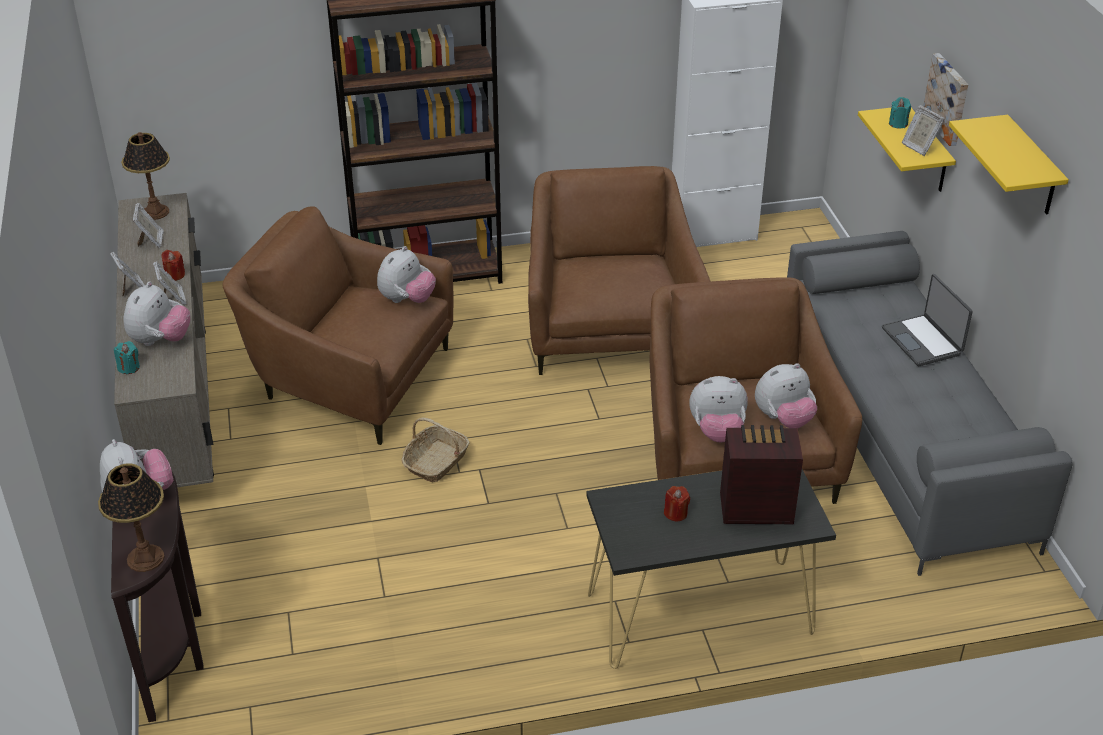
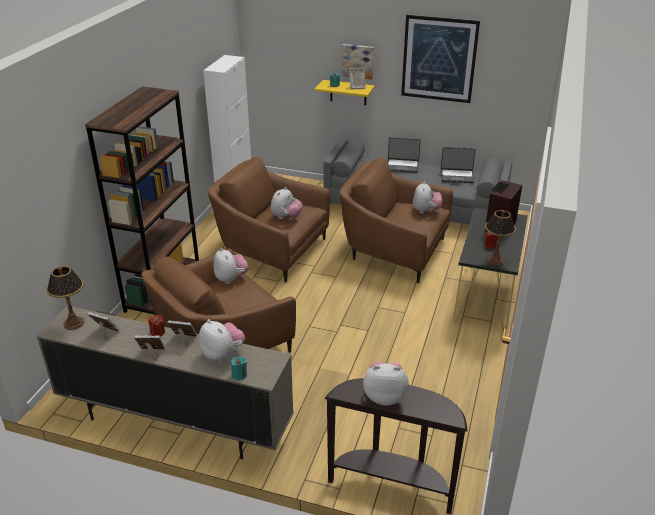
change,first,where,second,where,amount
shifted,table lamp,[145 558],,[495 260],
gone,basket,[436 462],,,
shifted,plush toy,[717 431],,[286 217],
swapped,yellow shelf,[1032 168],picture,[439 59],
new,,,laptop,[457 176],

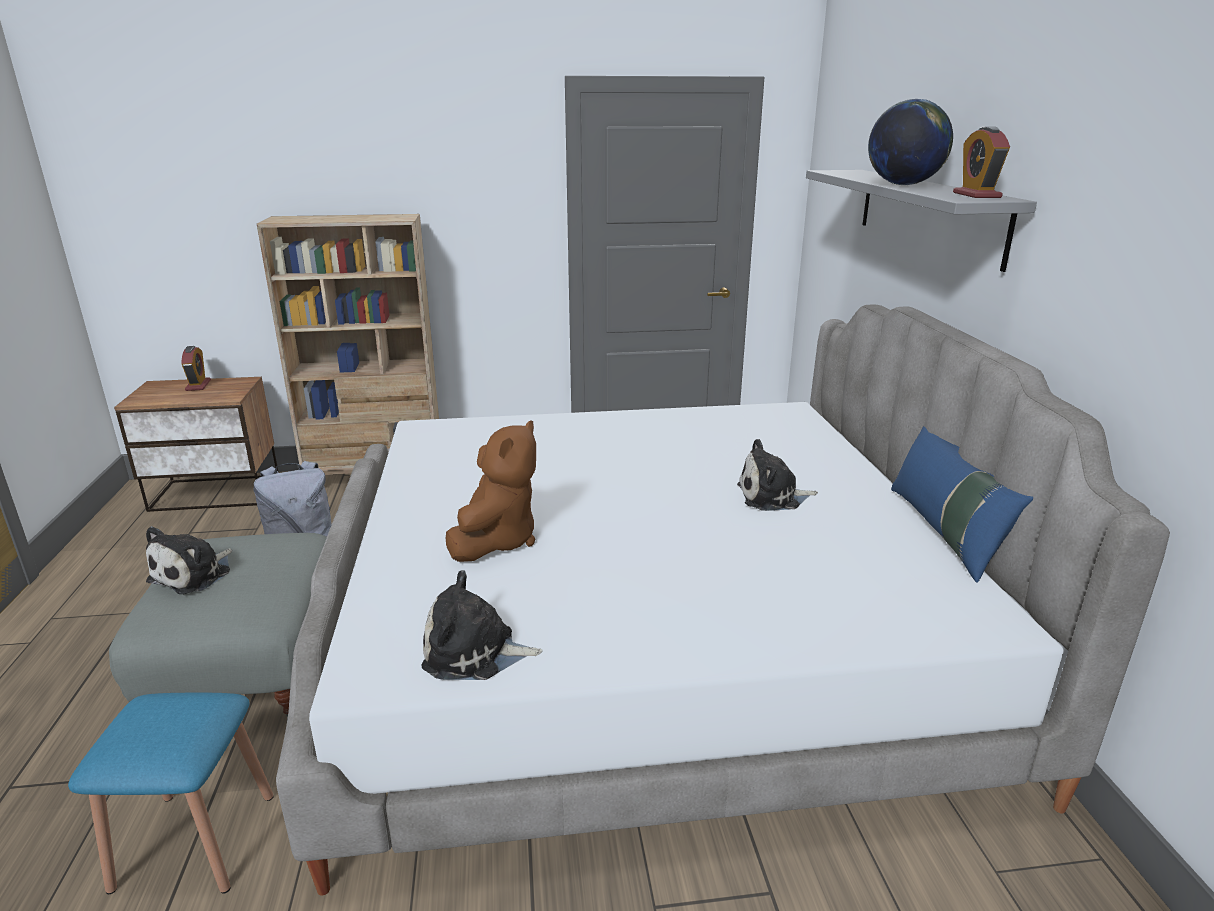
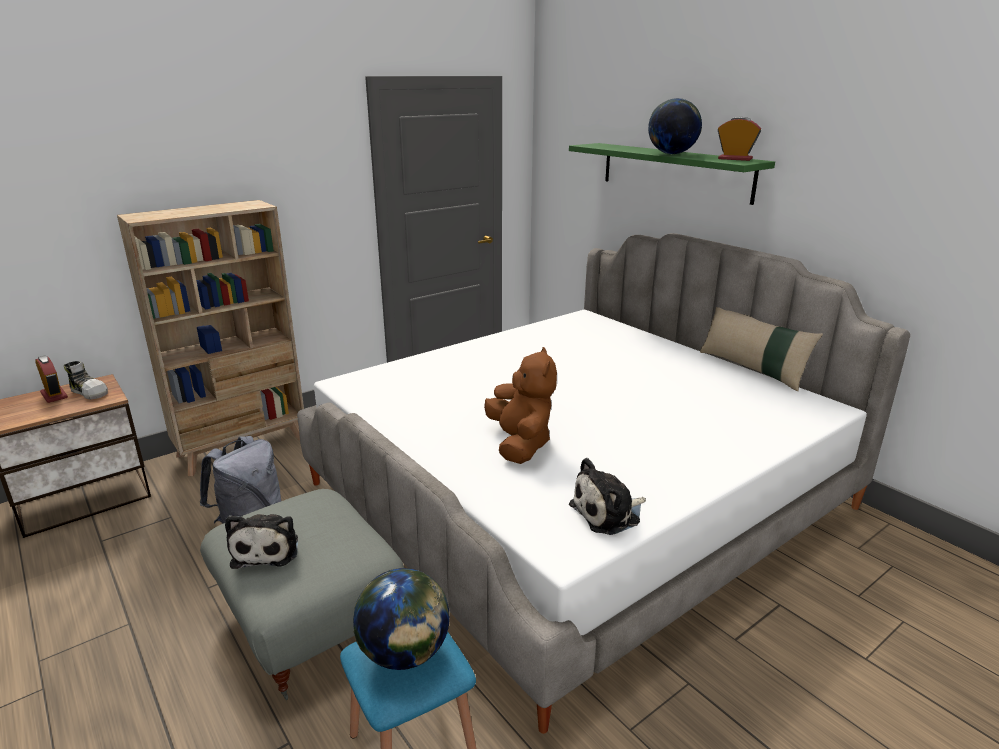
change,first,where,second,where,amount
gone,plush toy,[772 497],,,
repainted,grey shelf,[928 214],green shelf,[674 171],
repainted,blue pillow,[945 532],beige pillow,[752 369],
rotated,alarm clock,[976 195],,[735 159],150 degrees clockwise
new,,,shoe,[89 391],
new,,,globe,[404 654],

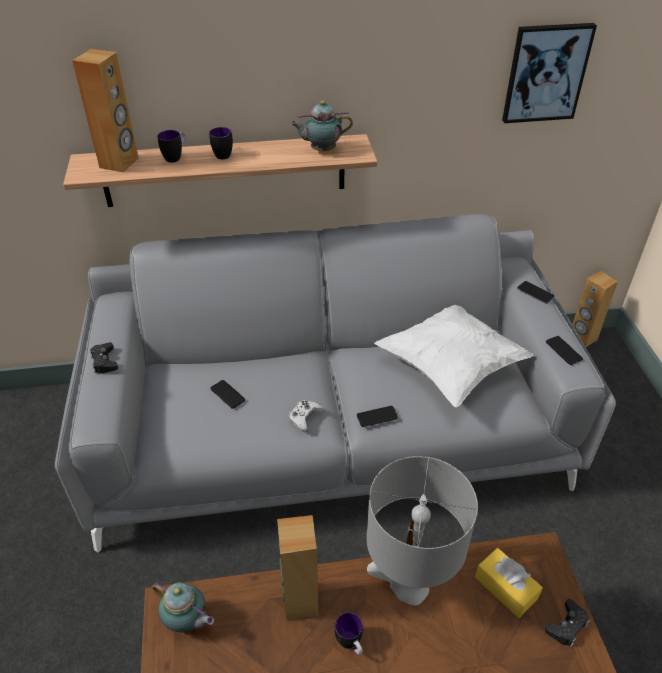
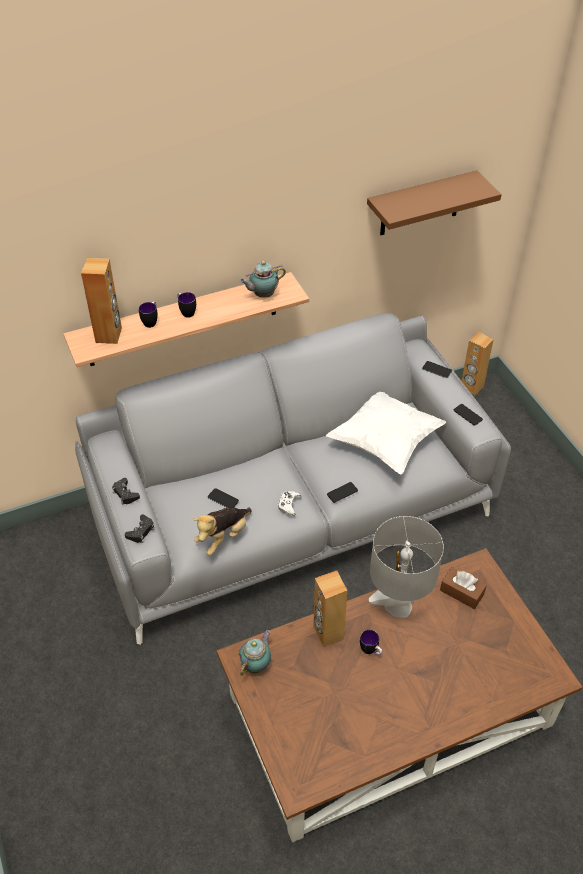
change,first,where,second,where,amount
rotated,teapot,[188 622],,[256 664],75 degrees counterclockwise
repainted,yellow tissue box,[505 588],brown tissue box,[461 592],
swapped,picture,[546 73],brown shelf,[420 204],
shifted,black game controller,[567 626],,[141 531],
new,,,plush toy,[223 537],

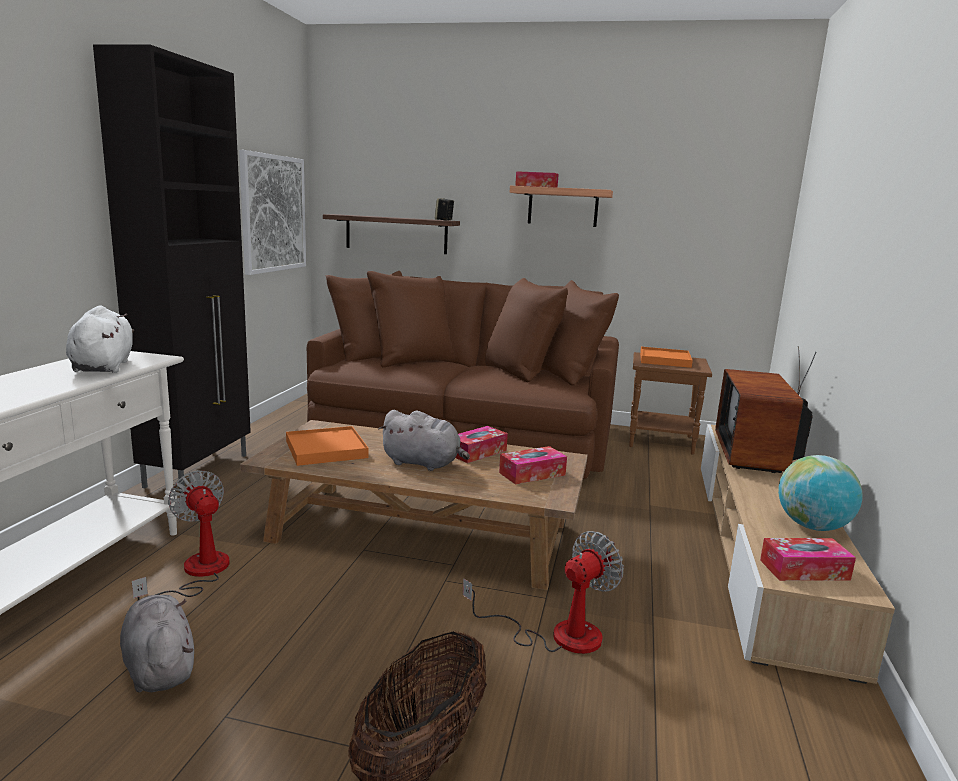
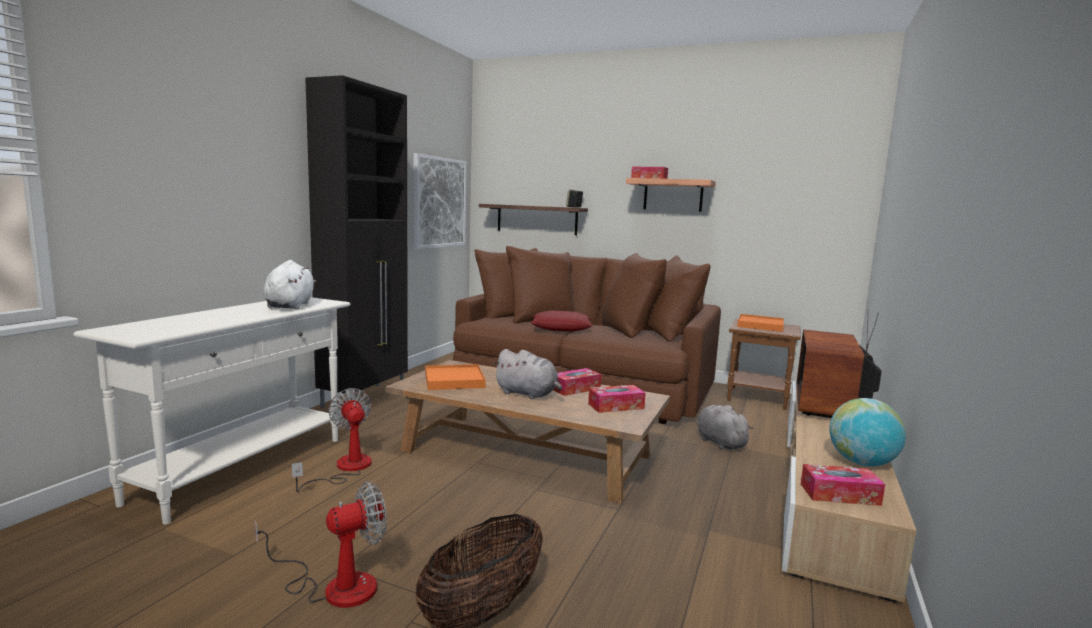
change,first,where,second,where,amount
shifted,grey plush toy,[159 666],,[719 442],
shifted,fan,[558 635],,[335 586],
new,,,red pillow,[561 327],

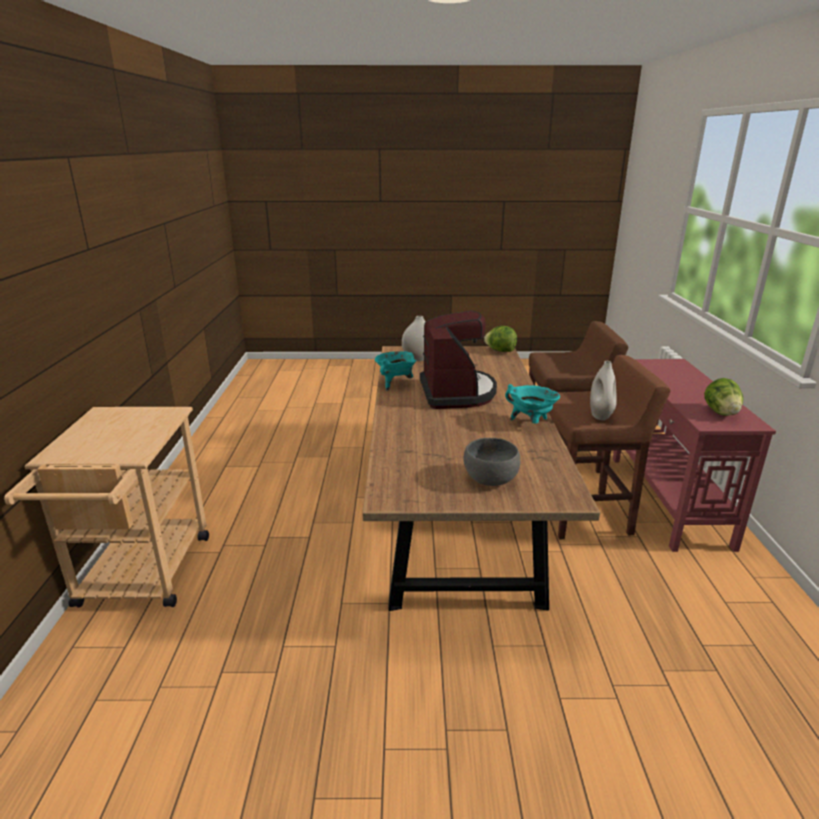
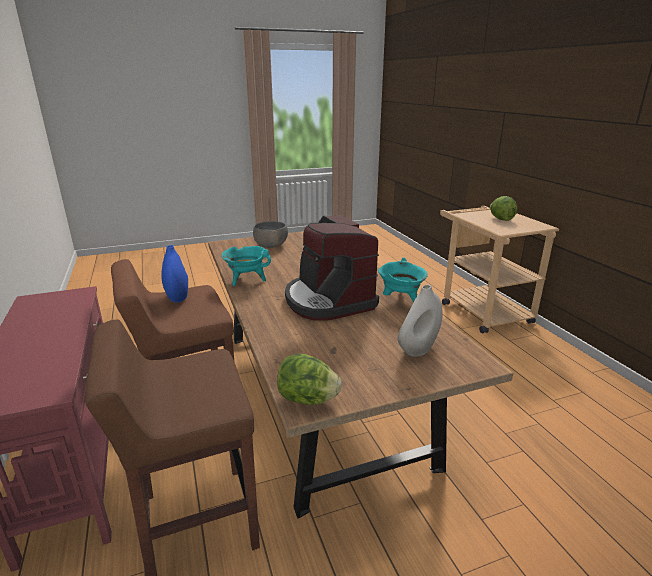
change,first,where,second,where,amount
repainted,white vase,[600 415],blue vase,[178 297],
shifted,lettuce,[721 413],,[501 219],

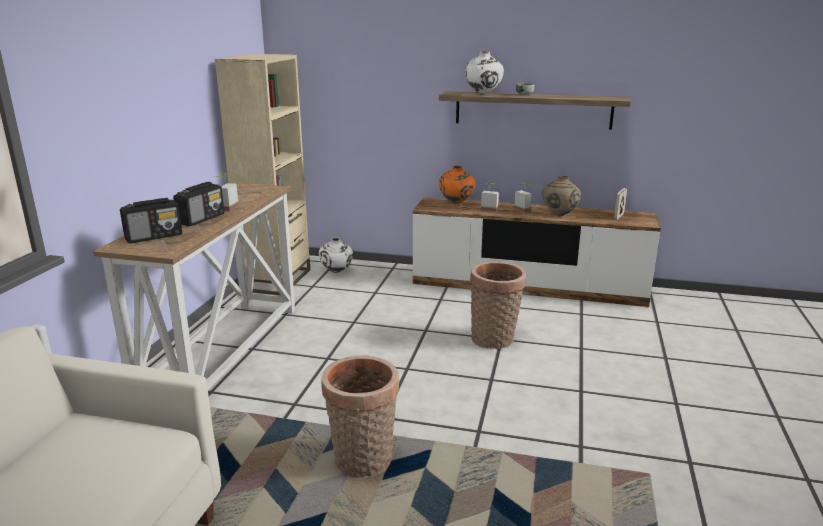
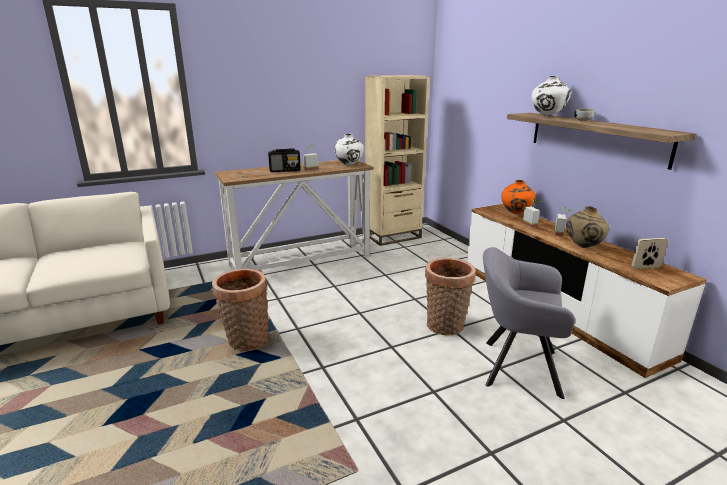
change,first,where,second,where,amount
gone,radio,[154 237],,,
shifted,white vase,[337 272],,[349 165],
new,,,grey armchair,[515 366],

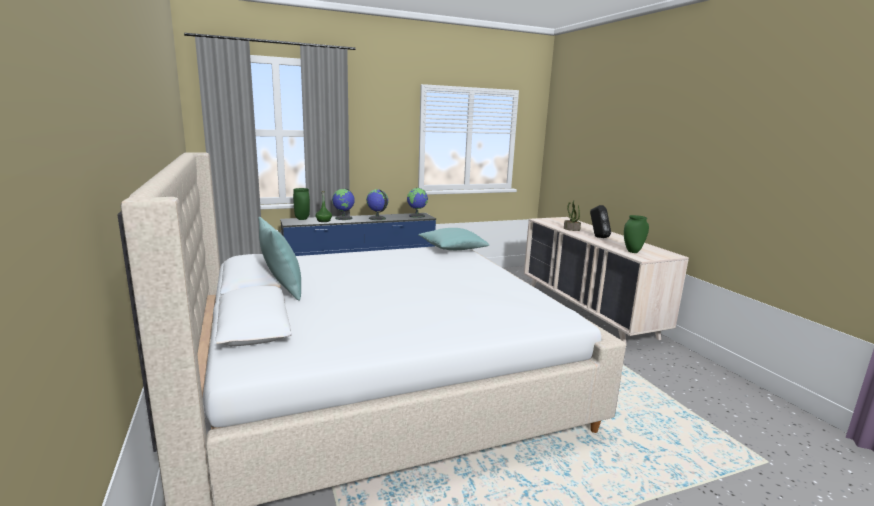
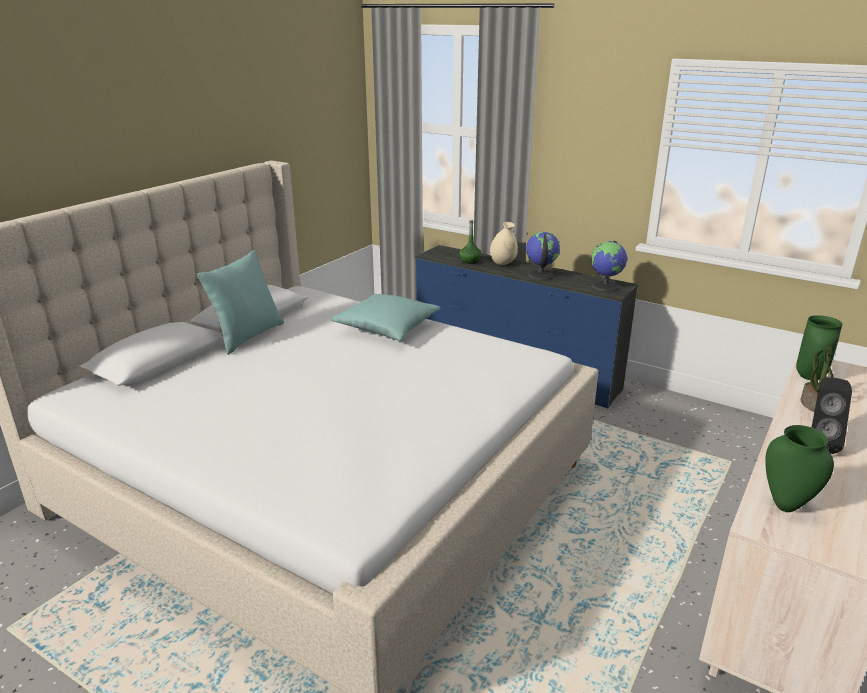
change,first,where,second,where,amount
shifted,green vase,[301 219],,[808 377],
swapped,globe,[344 218],beige vase,[503 263],
shifted,turquoise pillow,[452 248],,[387 328],

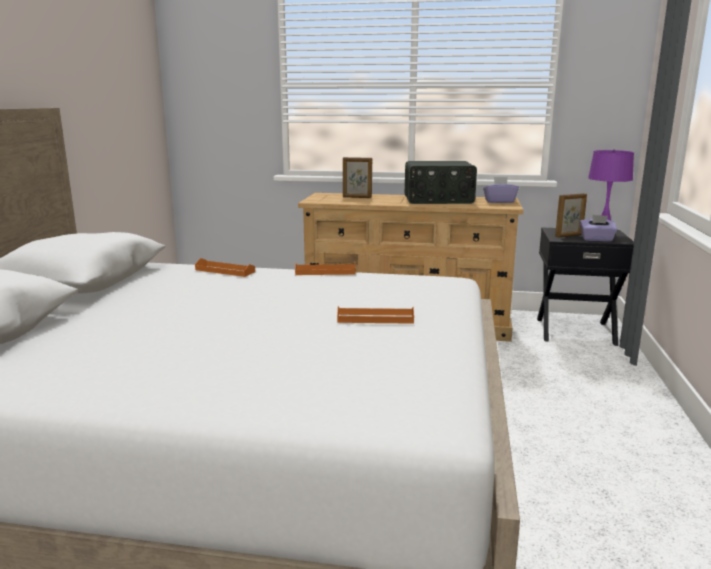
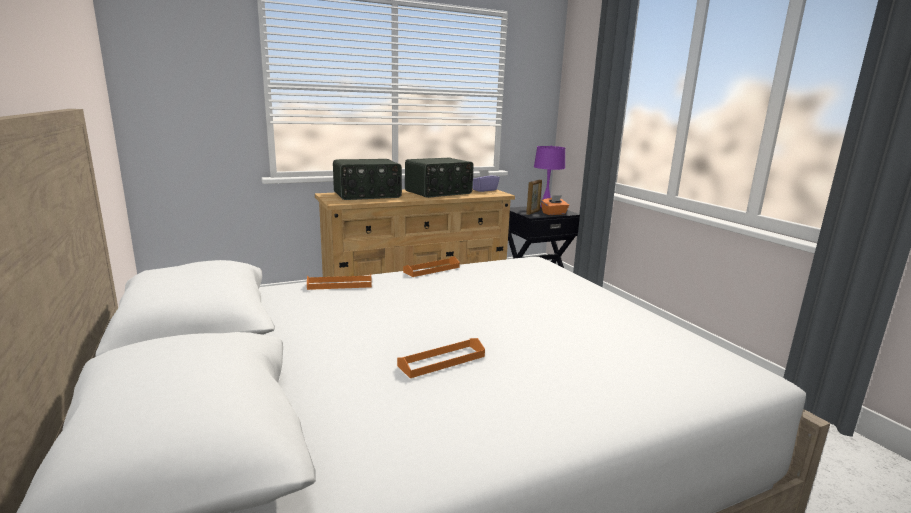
change,first,where,second,where,amount
shifted,orange tray,[375 318],,[441 361],
swapped,picture frame,[357 197],radio,[367 195],
repainted,purple tissue box,[596 239],orange tissue box,[554 213],

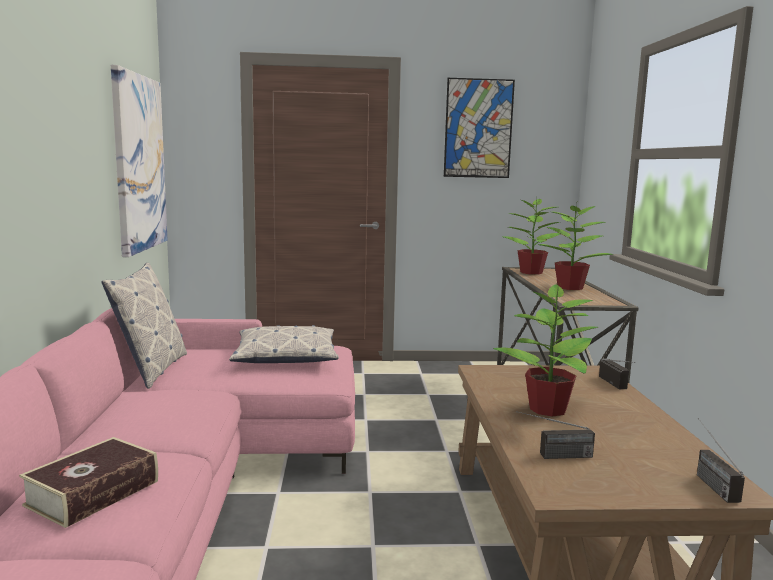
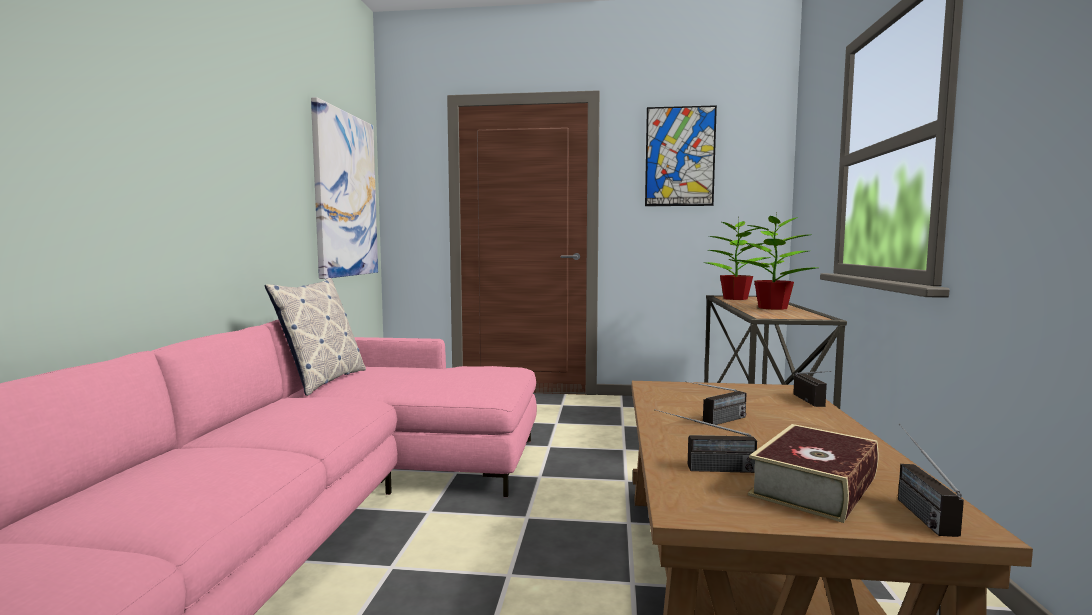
change,first,where,second,where,amount
shifted,book,[93 493],,[814 486],
gone,pillow,[286 357],,,
swapped,potted plant,[547 409],radio,[716 422],

